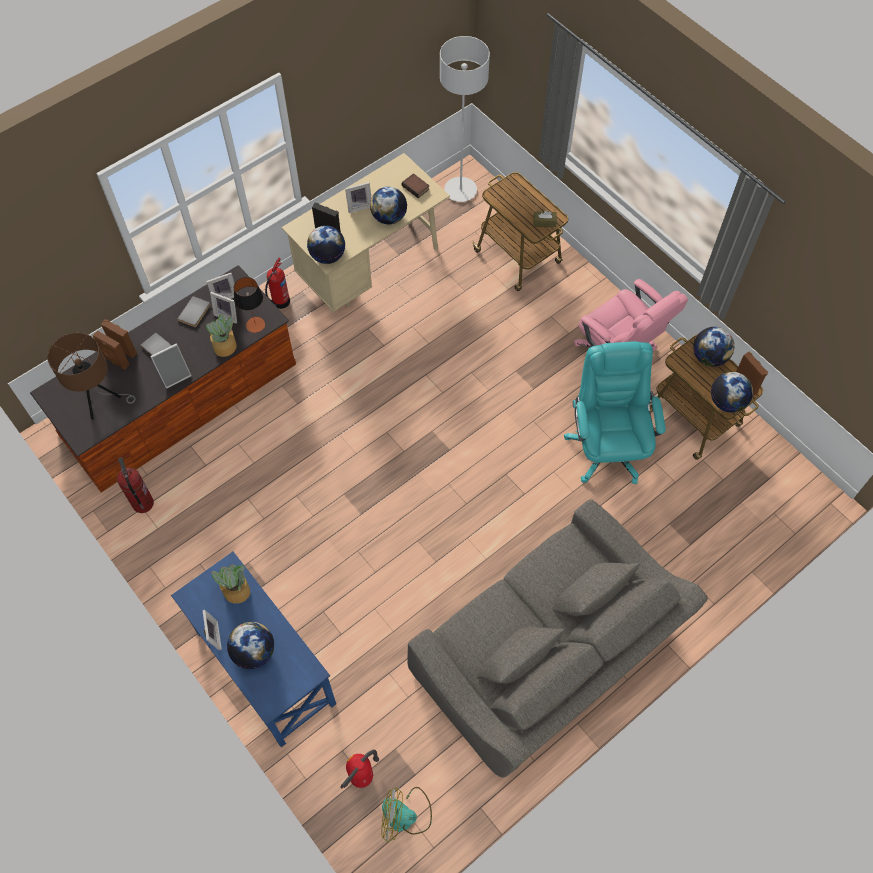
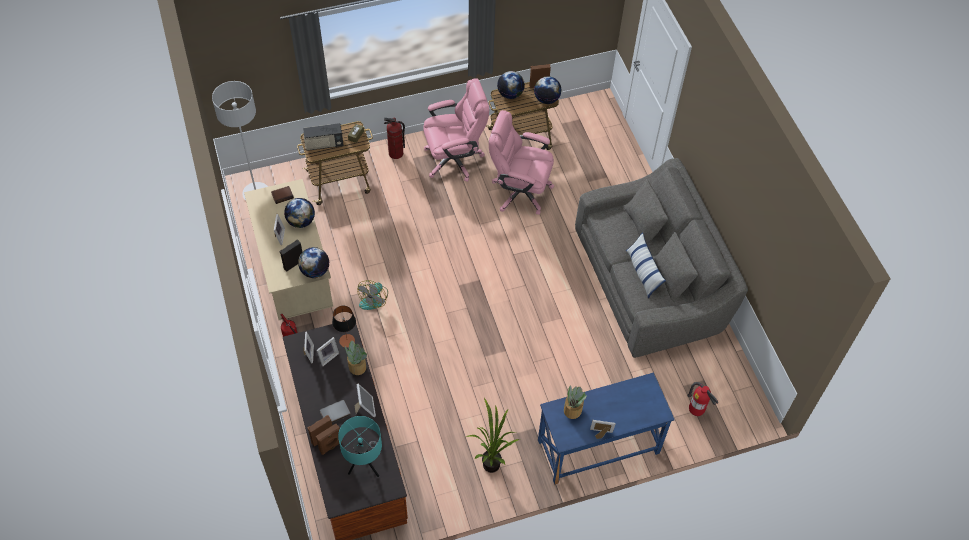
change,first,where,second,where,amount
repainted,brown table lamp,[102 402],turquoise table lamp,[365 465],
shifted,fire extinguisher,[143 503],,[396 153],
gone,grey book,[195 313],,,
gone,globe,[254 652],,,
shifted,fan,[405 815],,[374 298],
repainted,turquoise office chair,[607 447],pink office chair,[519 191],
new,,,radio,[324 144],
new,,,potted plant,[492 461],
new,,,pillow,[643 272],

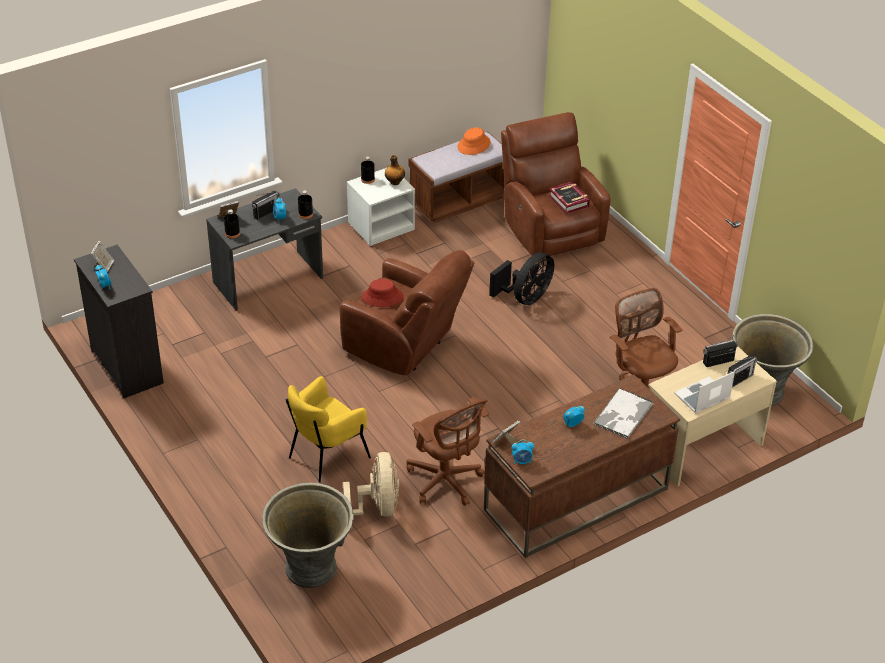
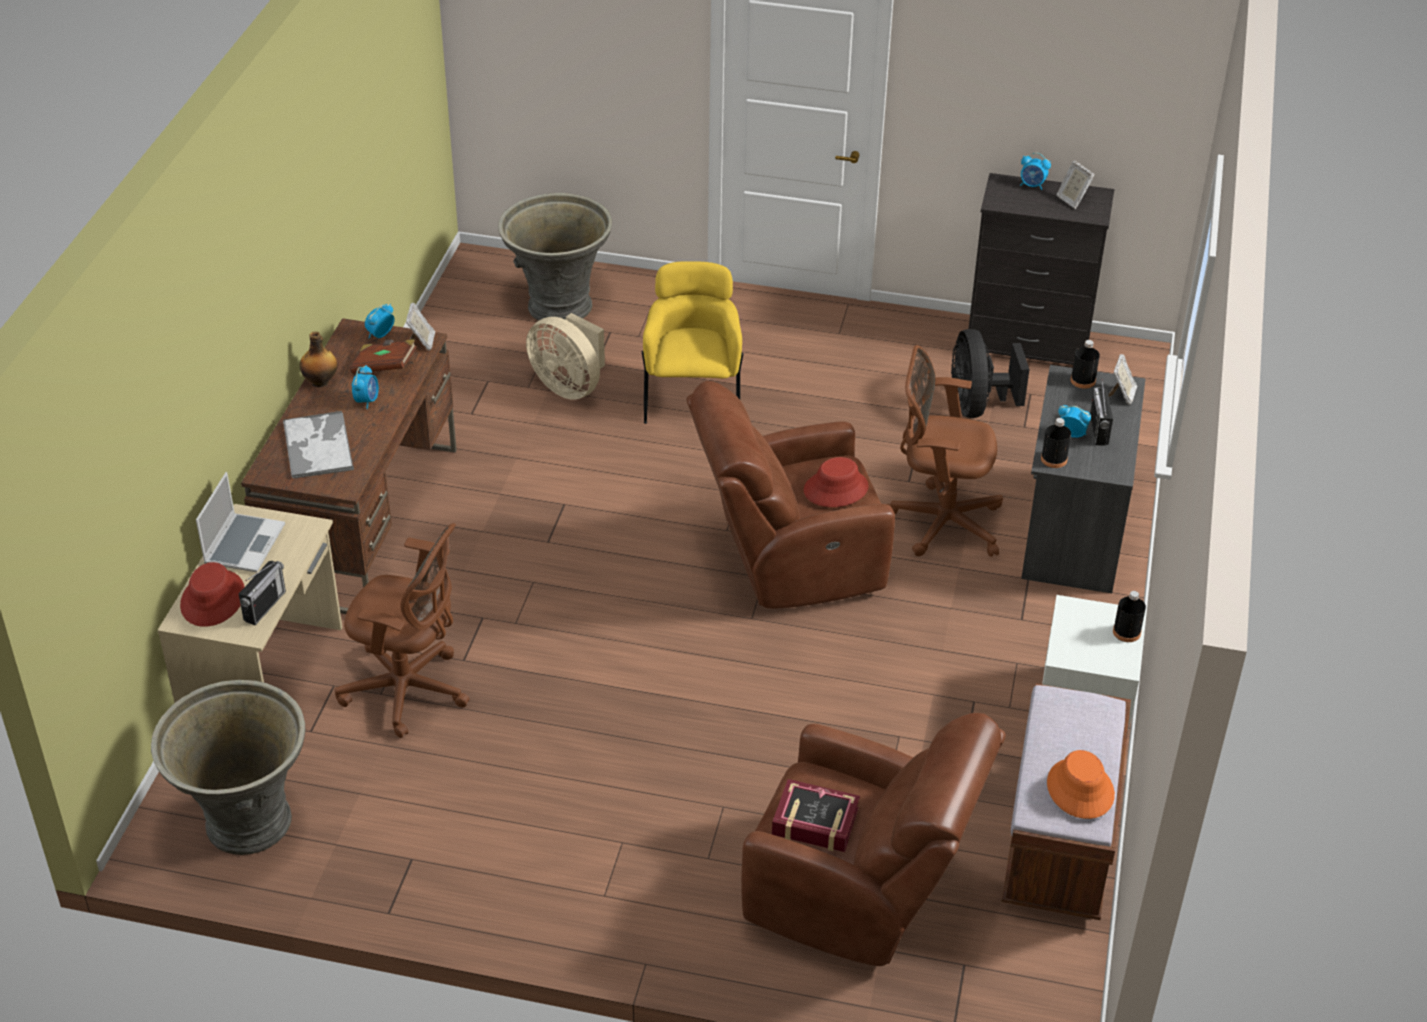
change,first,where,second,where,amount
shifted,bottle,[394 182],,[321 382],
shifted,brown office chair,[446 482],,[940 522],
shifted,black fan,[525 298],,[977 406],
swapped,radio,[739 379],red hat,[213 599],
new,,,brown book,[384 366],

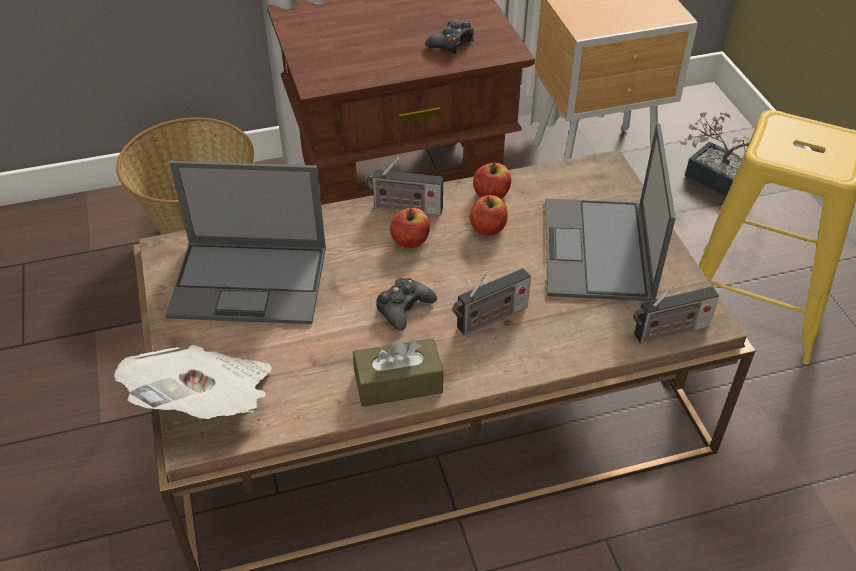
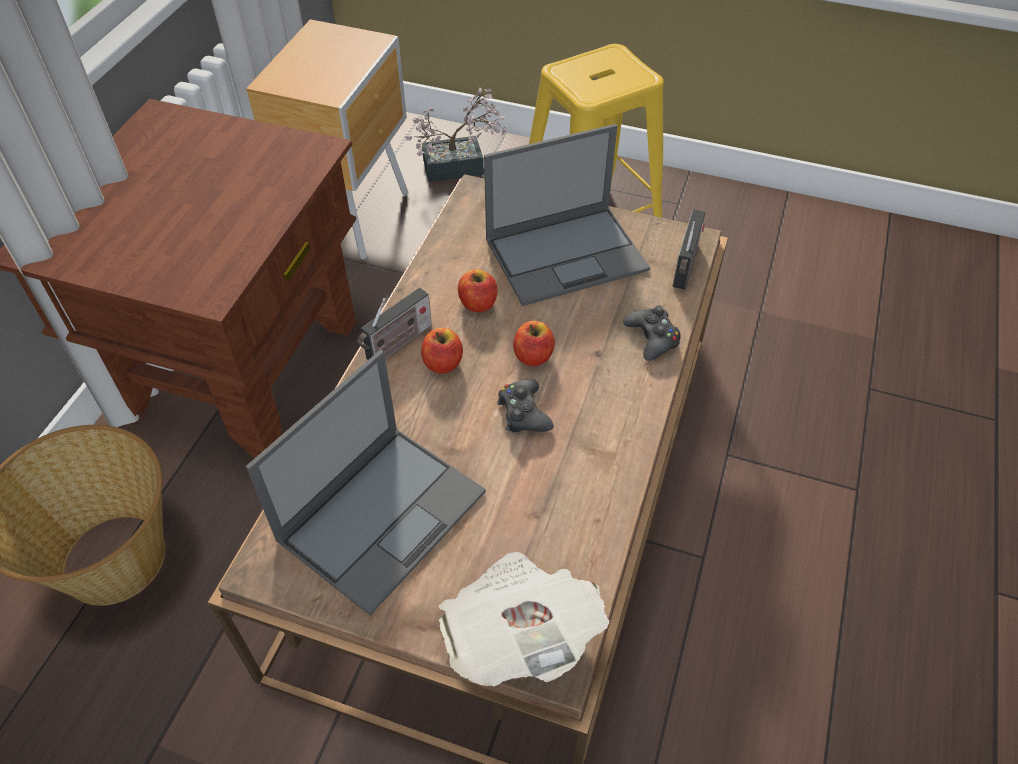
change,first,where,second,where,amount
gone,brown tissue box,[398 383],,,
shifted,black game controller,[451 43],,[652 338],
gone,radio,[489 319],,,
shifted,apple,[491 194],,[533 356],
rotated,laptop,[598 251],,[567 254],60 degrees counterclockwise

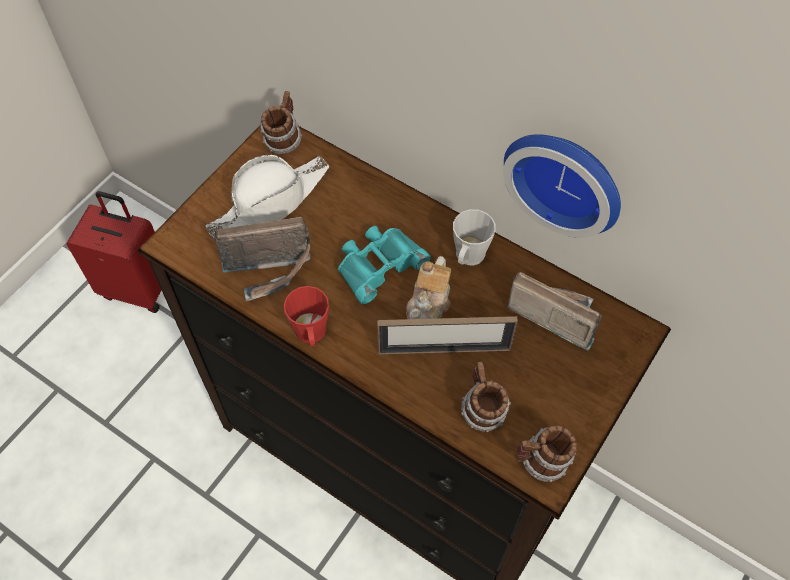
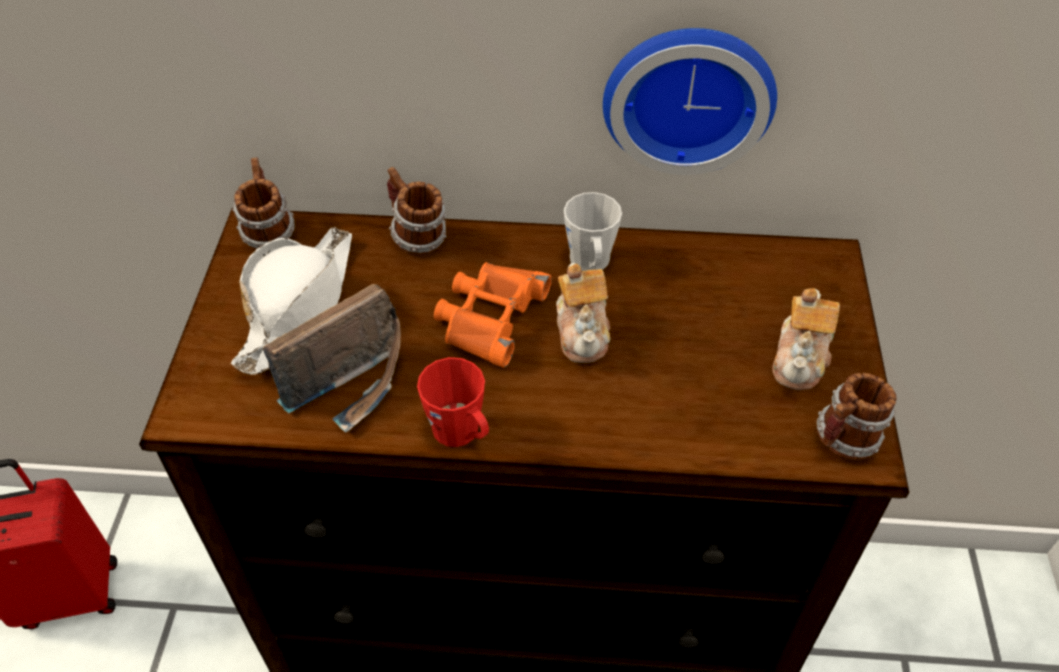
change,first,where,second,where,amount
repainted,turquoise binoculars,[378 265],orange binoculars,[489 317],
gone,picture frame,[444 349],,,
shifted,mug,[482 410],,[416 237],
gone,radio,[552 313],,,
new,,,teapot,[801 359],

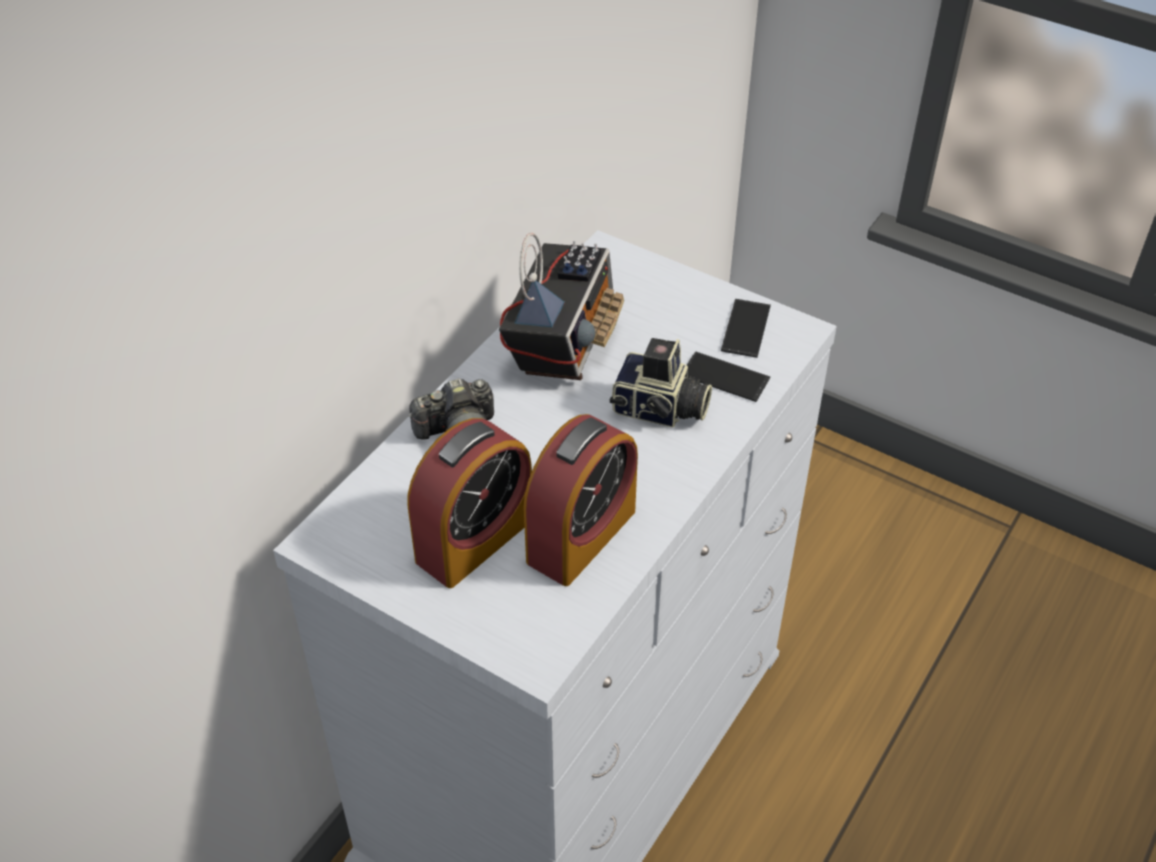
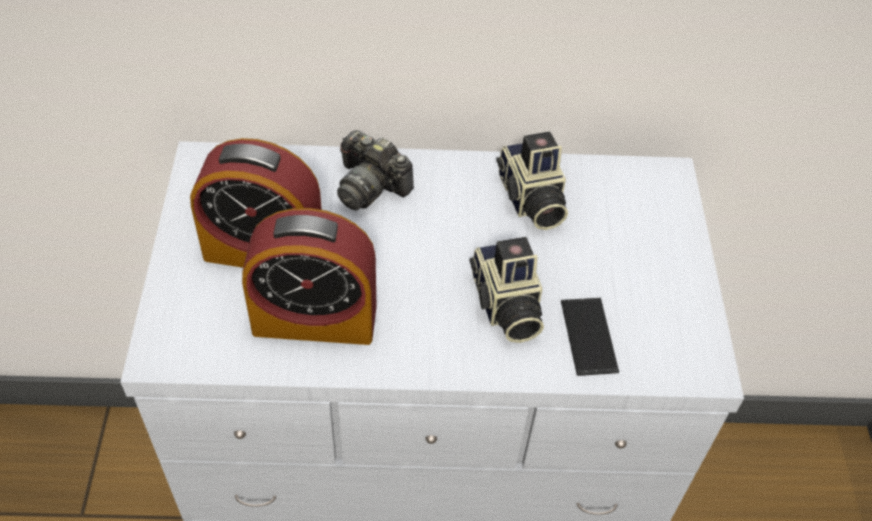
change,first,where,second,where,amount
swapped,radio,[563 342],photo camera,[530 200],
gone,phone,[745 328],,,

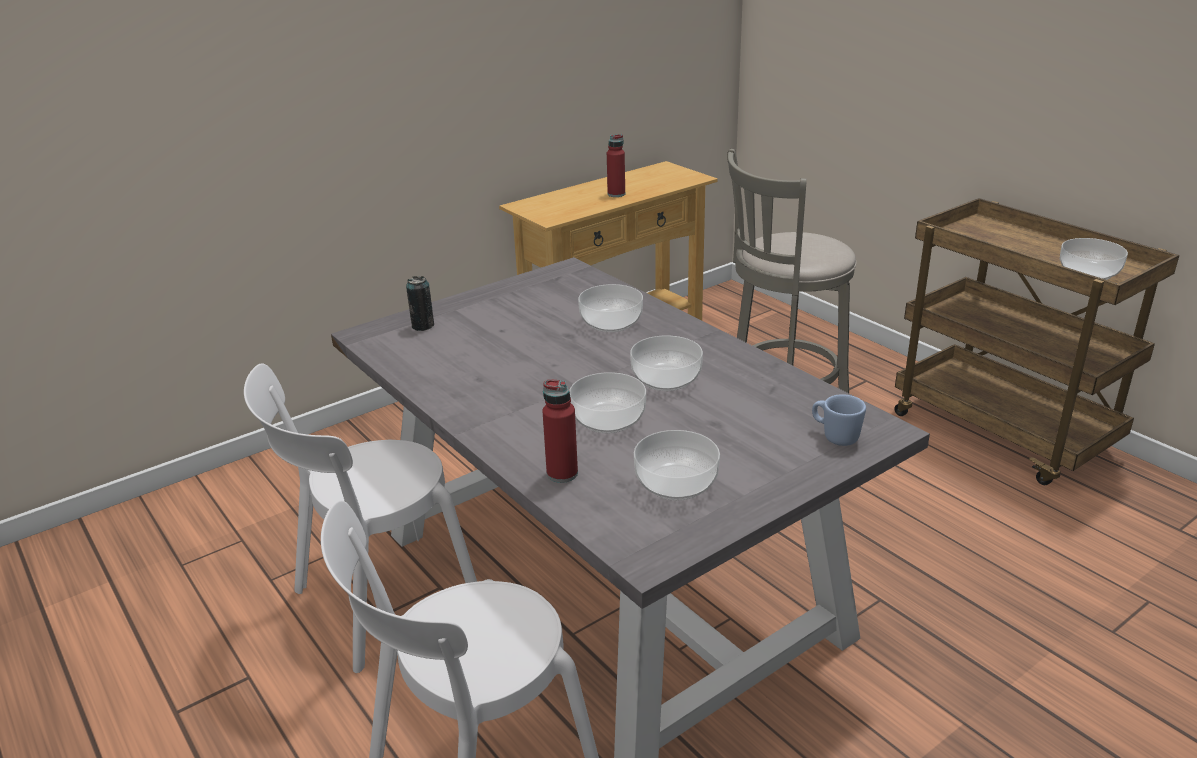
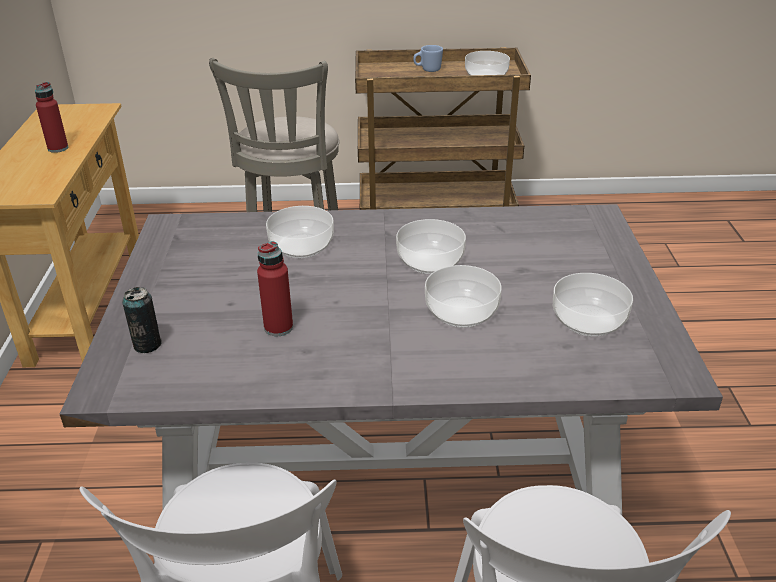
change,first,where,second,where,amount
shifted,red bottle,[562 474],,[278 327],
shifted,blue mug,[835 436],,[427 70],

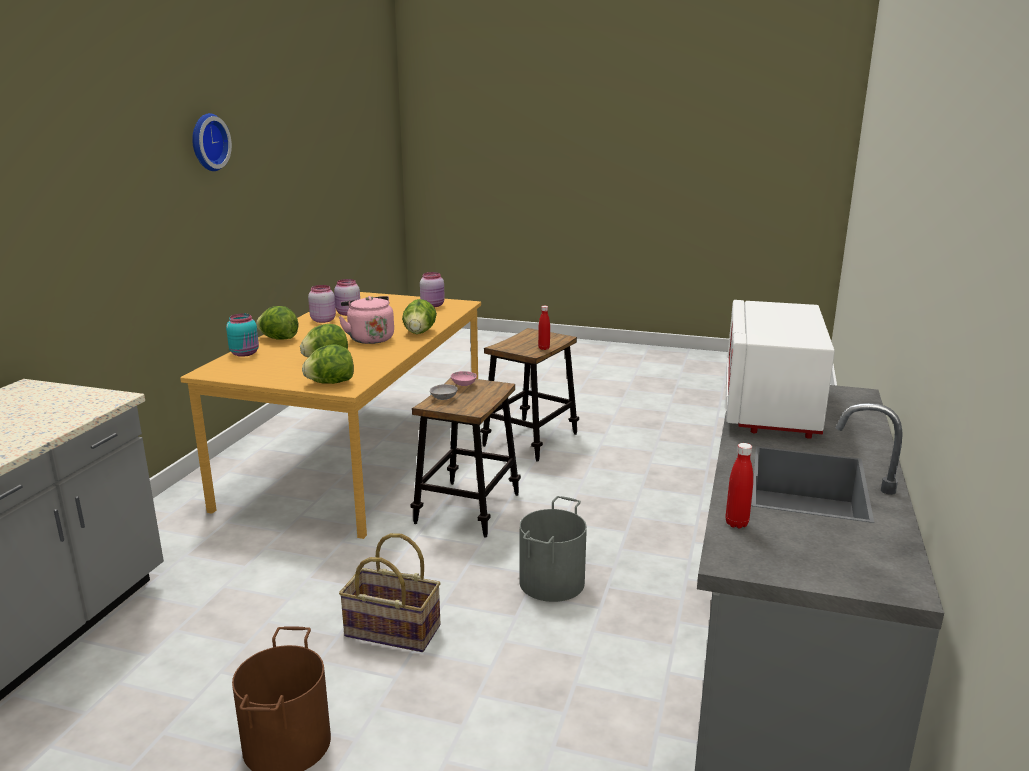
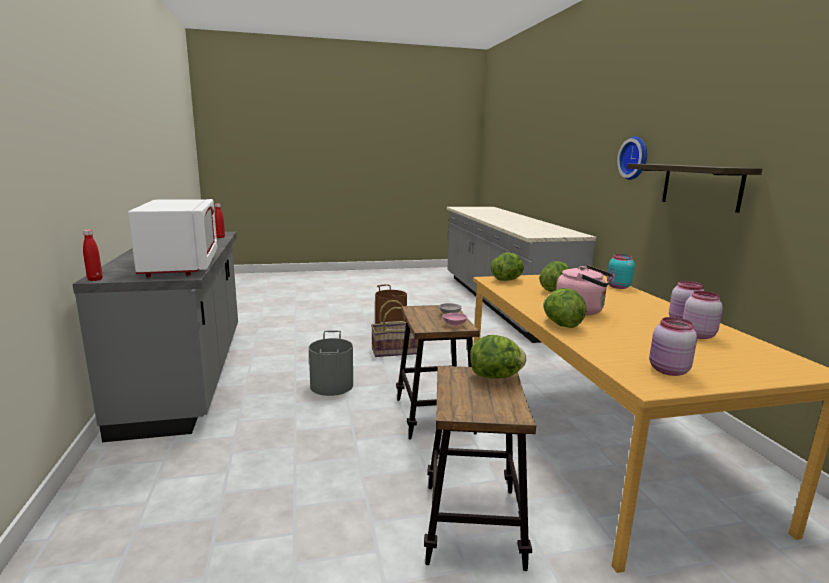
change,first,where,second,where,amount
shifted,wall clock,[207 142],,[635 158],
shifted,lettuce,[279 339],,[496 376],
shifted,red bottle,[544 348],,[95 279],
new,,,shelf,[701 186],

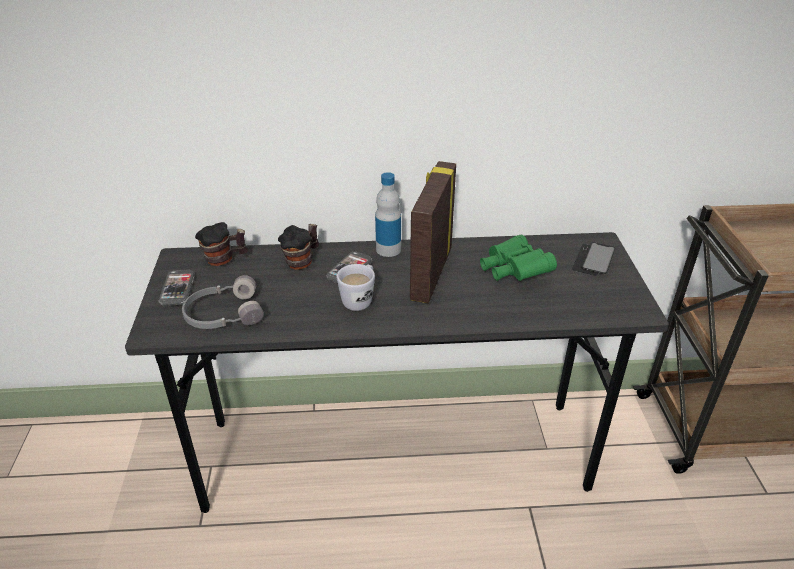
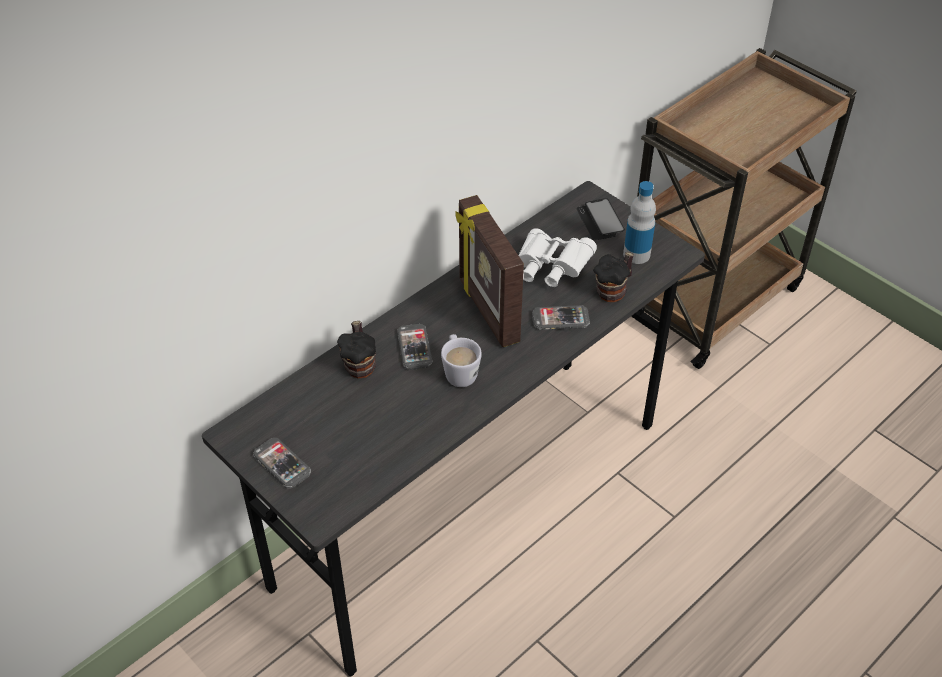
change,first,where,second,where,amount
gone,grey headphones,[223 314],,,
shifted,mug,[224 259],,[613 290],
shifted,bottle,[388 249],,[636 254],
repainted,green binoculars,[513 271],white binoculars,[550 269],
new,,,phone,[560 319],

